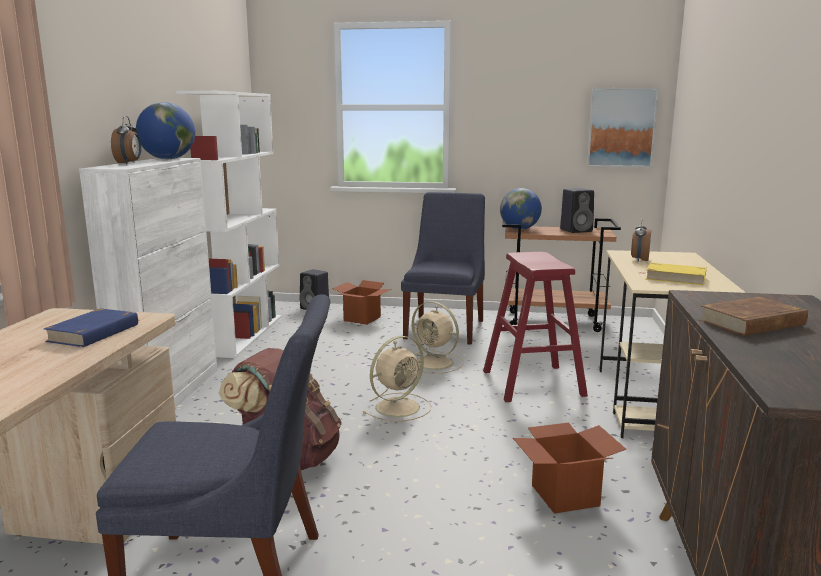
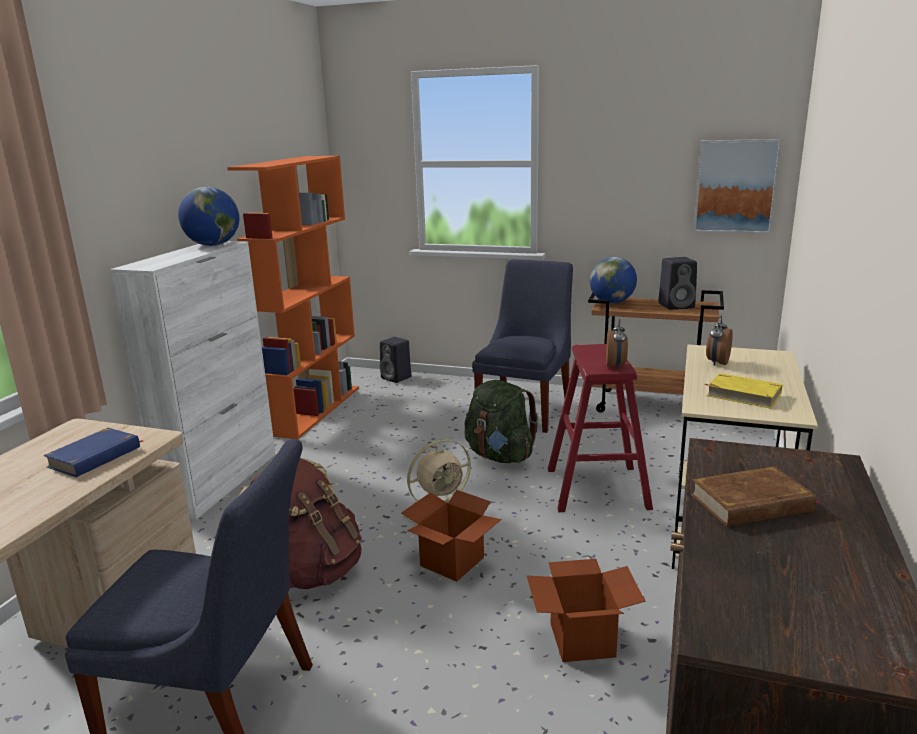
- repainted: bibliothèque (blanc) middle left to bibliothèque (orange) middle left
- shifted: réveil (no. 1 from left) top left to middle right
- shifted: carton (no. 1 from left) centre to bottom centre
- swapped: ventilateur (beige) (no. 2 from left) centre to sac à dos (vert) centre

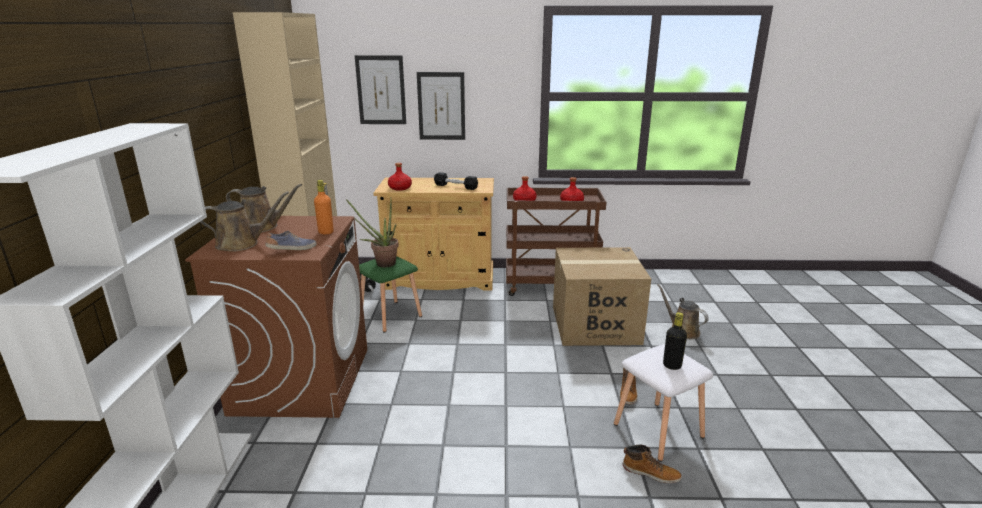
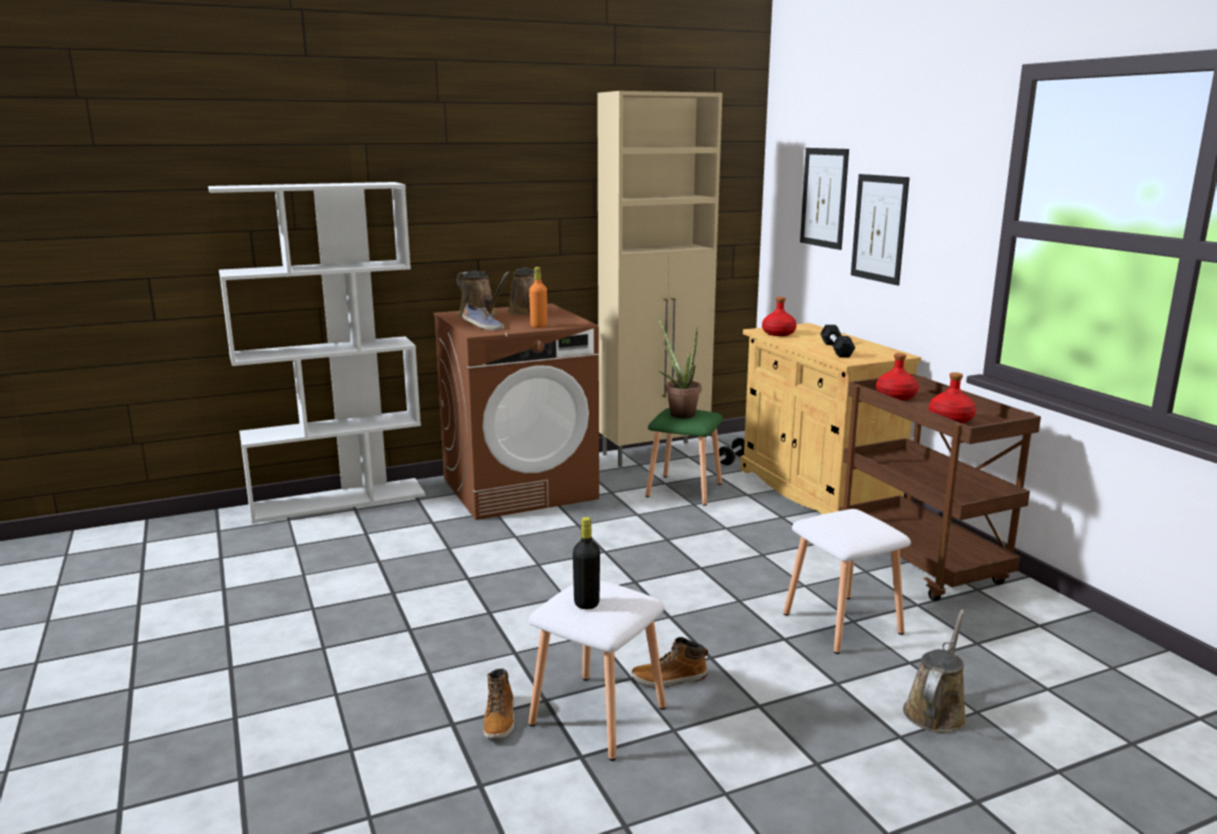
- swapped: carton centre to tabouret (blanc) (no. 2 from left) bottom right

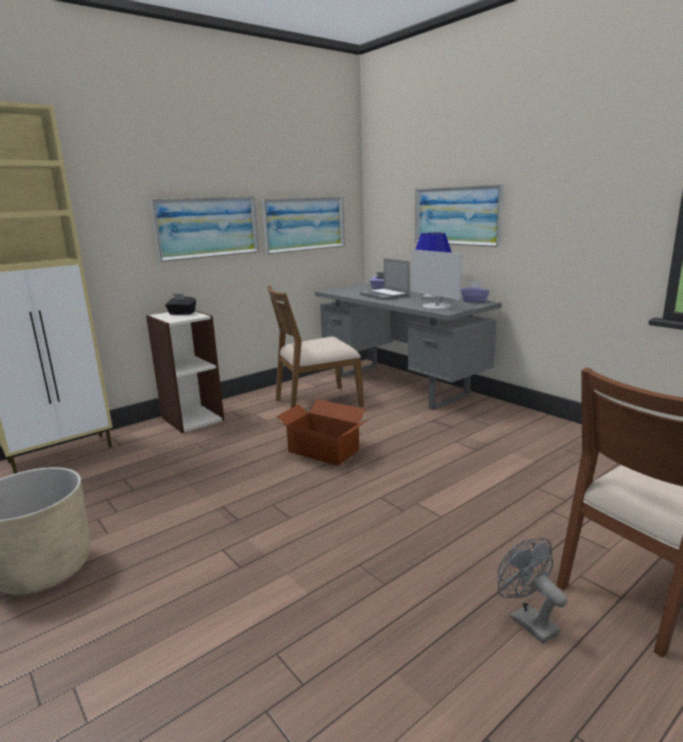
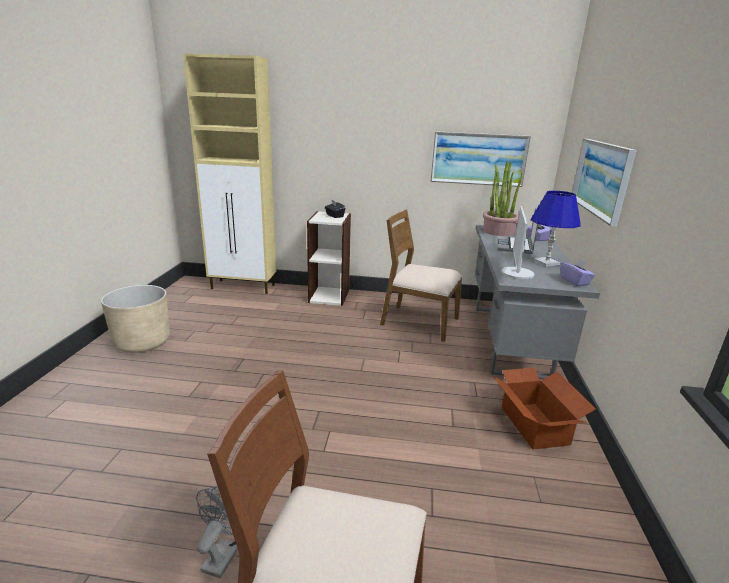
- gone: tableau (no. 1 from left) top left
- shifted: carton centre to bottom right
- new: plante en pot middle right

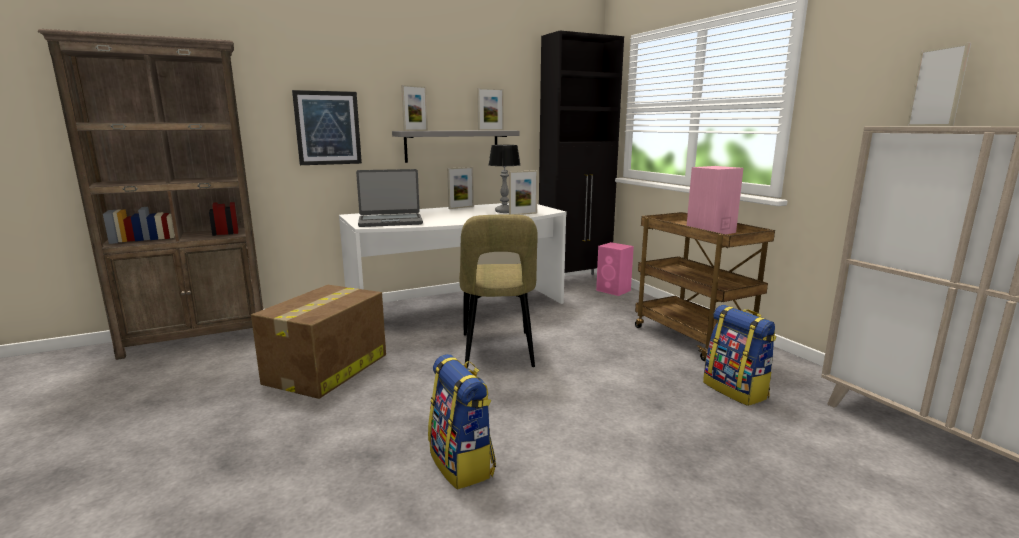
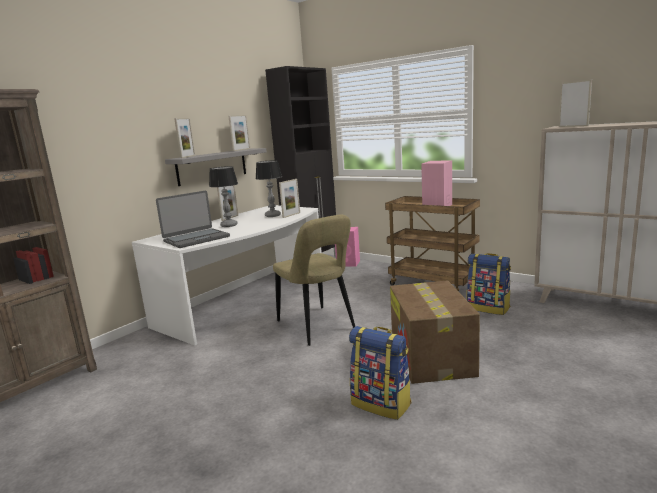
- gone: tableau top left
- shifted: carton middle left to bottom centre
- new: lampe de table (no. 1 from left) centre

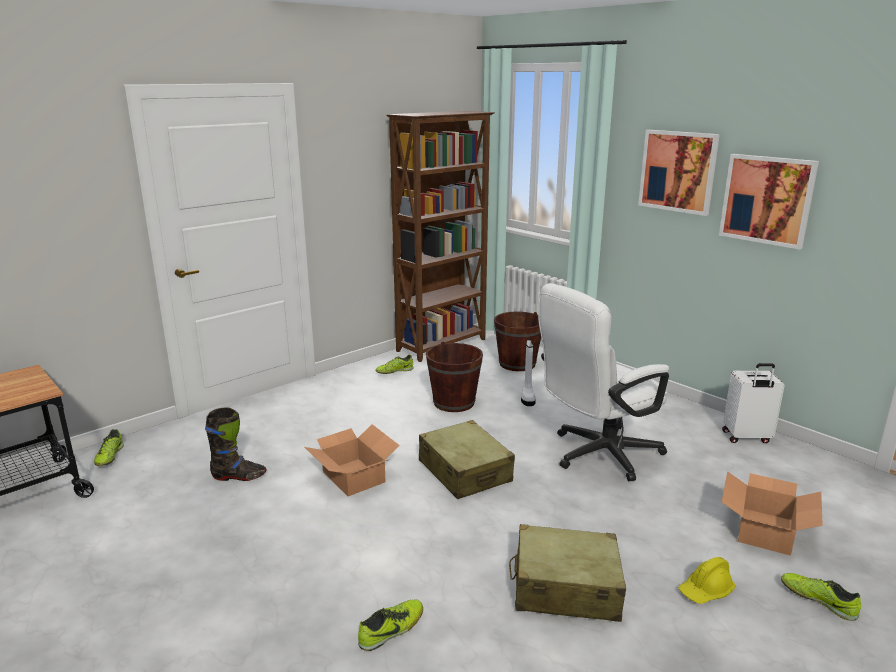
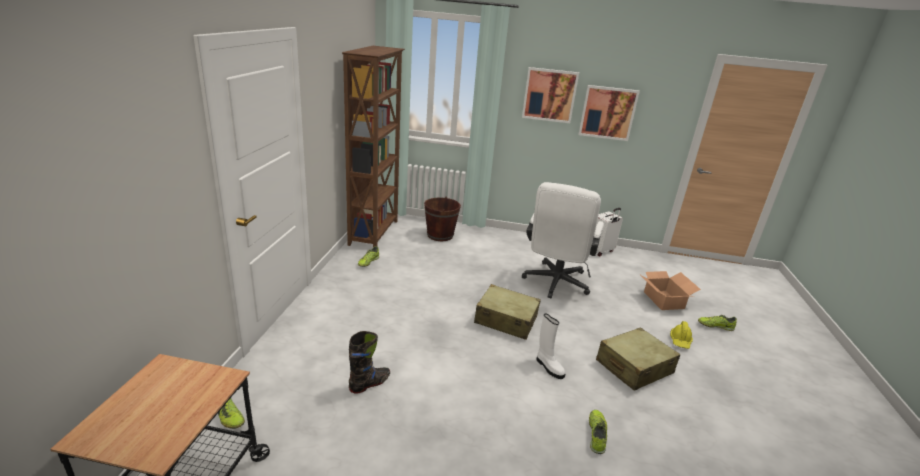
- shifted: botte (blanc) centre to bottom centre
- gone: seau (marron) (no. 1 from left) centre
- gone: carton (no. 1 from left) bottom centre

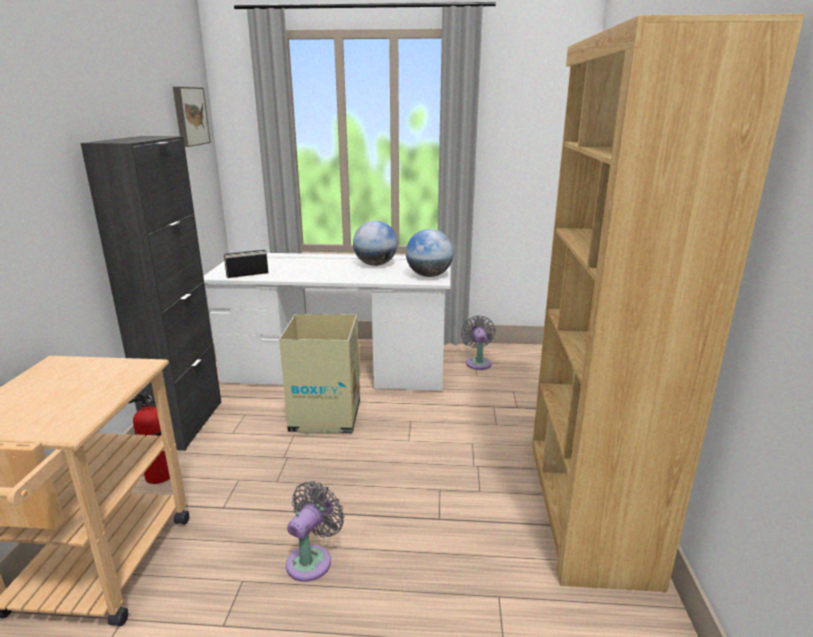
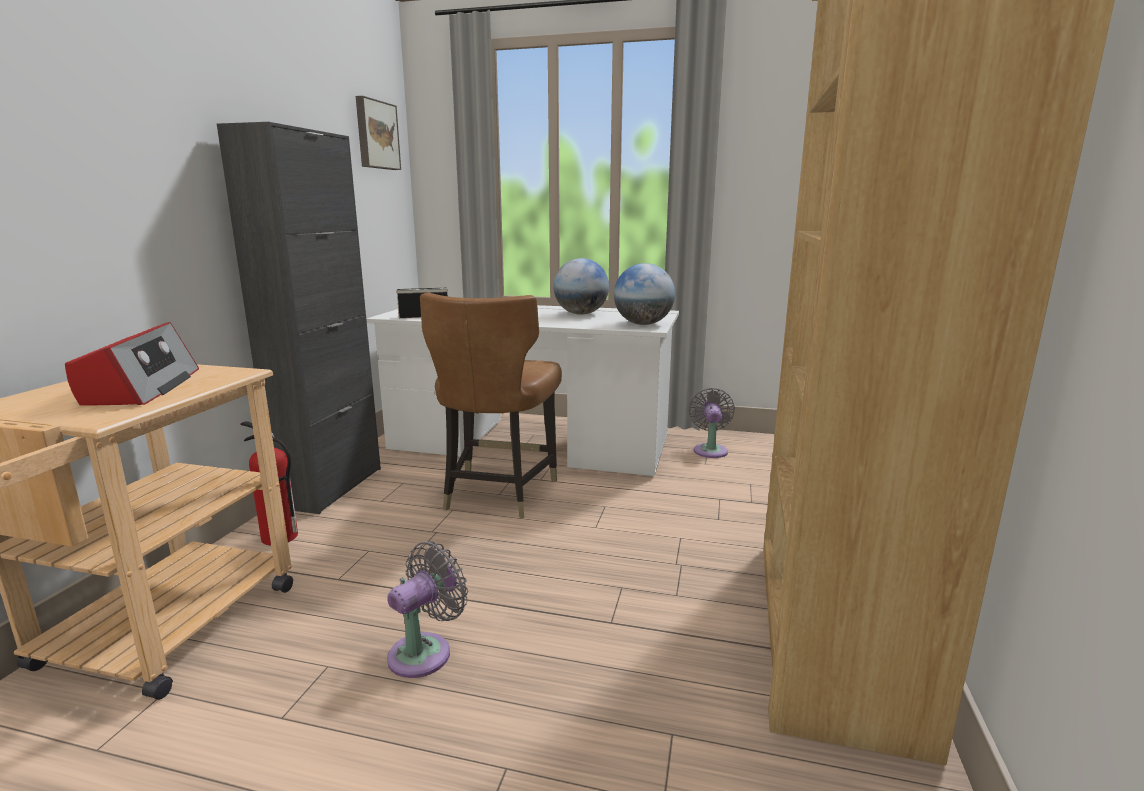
- swapped: carton centre to chaise (marron) centre
- new: radio (no. 1 from left) middle left

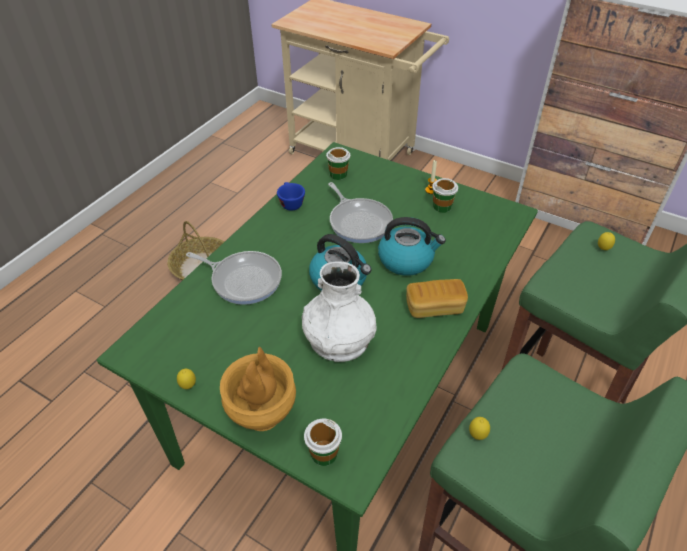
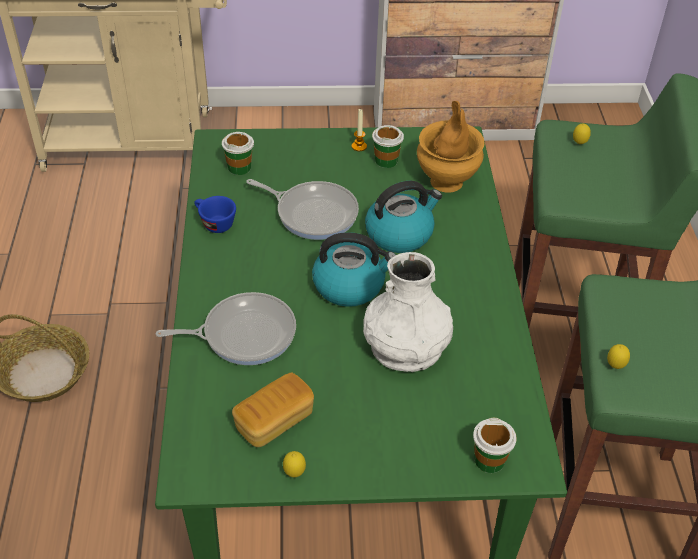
- shifted: pain centre to bottom centre
- shifted: vase (marron) bottom centre to top centre

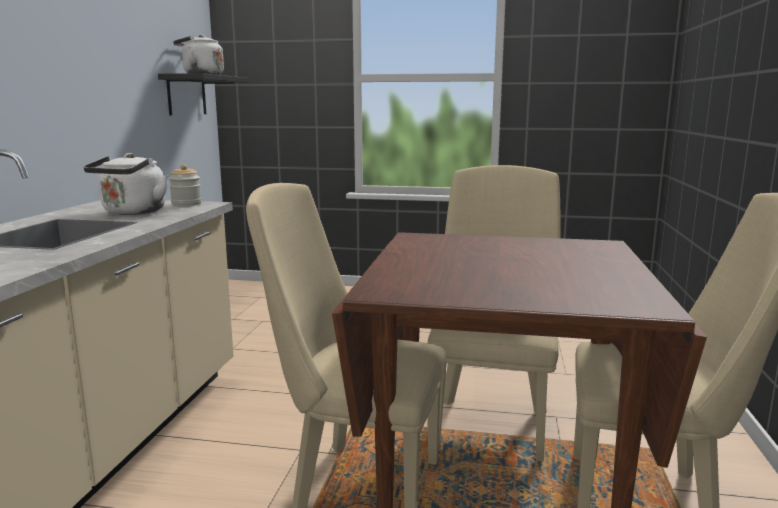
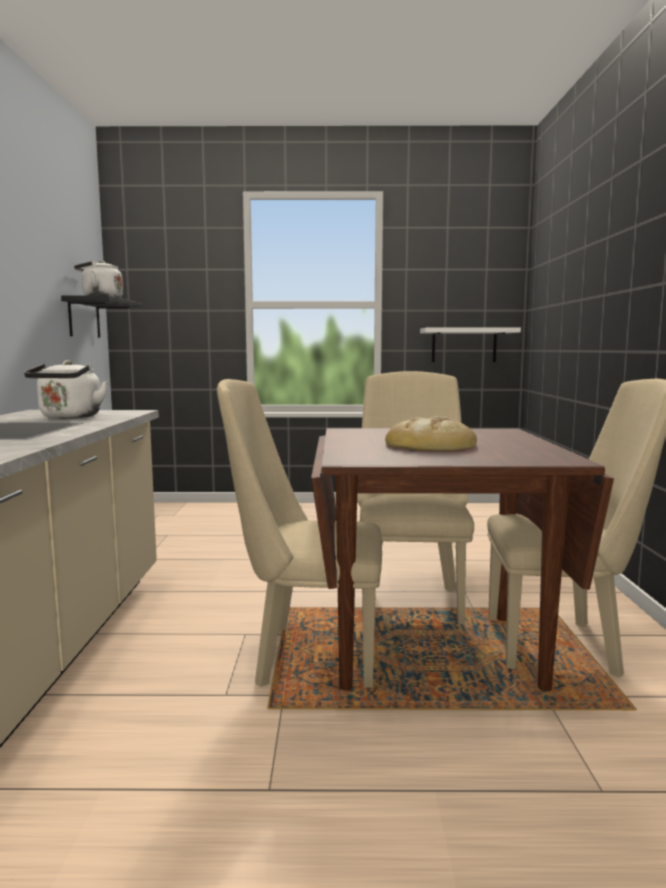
- gone: bocal middle left
- new: étagère (blanc) middle right
- new: pain centre

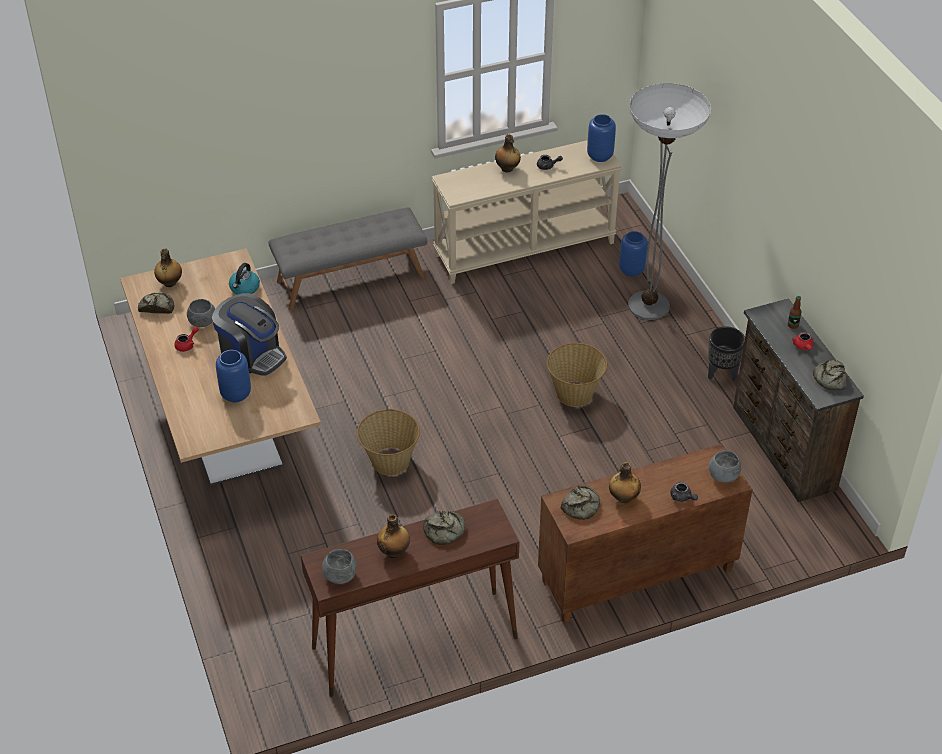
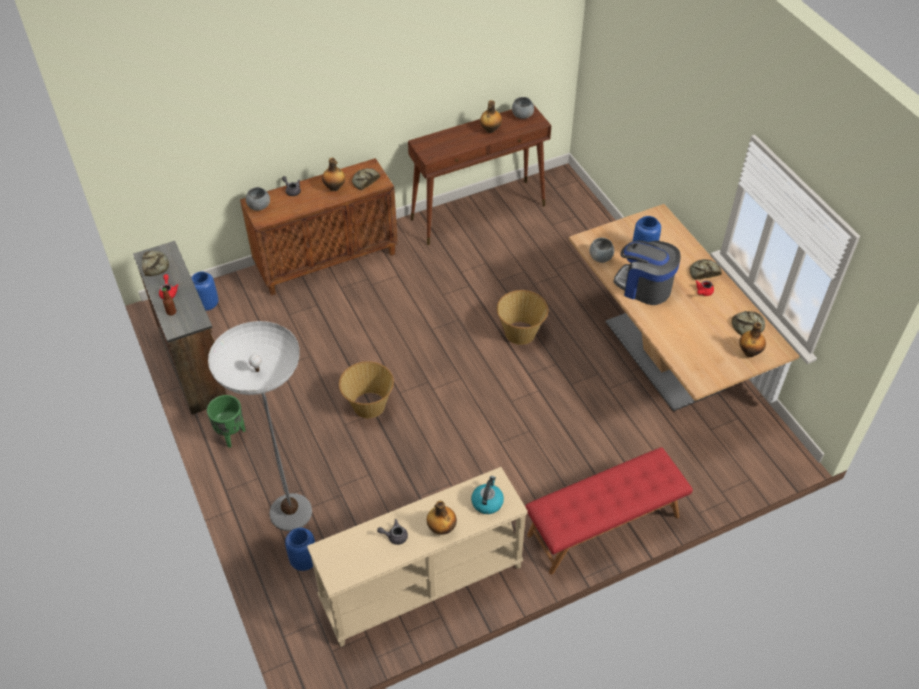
- shifted: vase (bleu) (no. 2 from left in the first image) top centre to vase (bleu) (no. 1 from left) middle left
- repainted: banc (gris) centre to banc (rouge) bottom centre
- shifted: bouilloire middle left to bottom centre
- shifted: bol (gris) (no. 1 from left in the first image) middle left to bol (gris) (no. 3 from left) centre
- repainted: cache-pot (noir) middle right to cache-pot (vert) middle left
- shifted: pain (no. 2 from left in the first image) bottom centre to pain (no. 3 from left) middle right

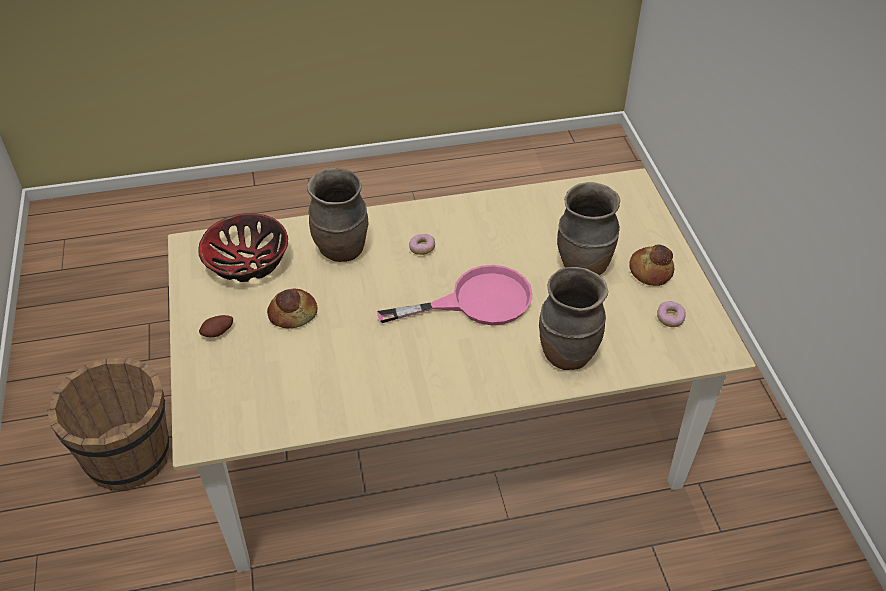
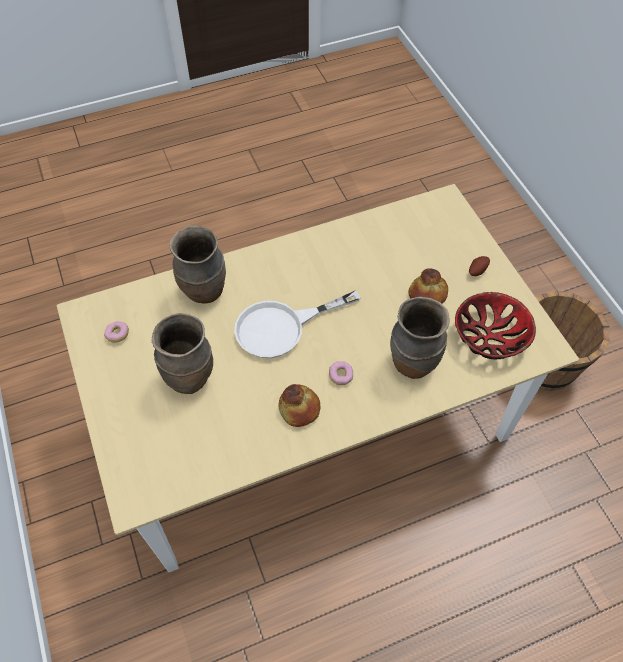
- shifted: pain (no. 2 from left in the first image) middle right to pain (no. 1 from left) centre
- repainted: poêle (rose) centre to poêle (blanc) centre

